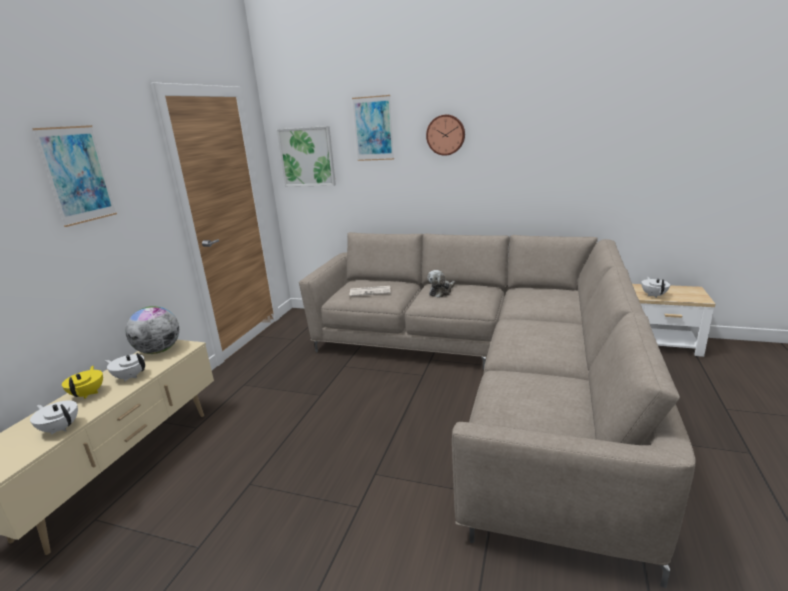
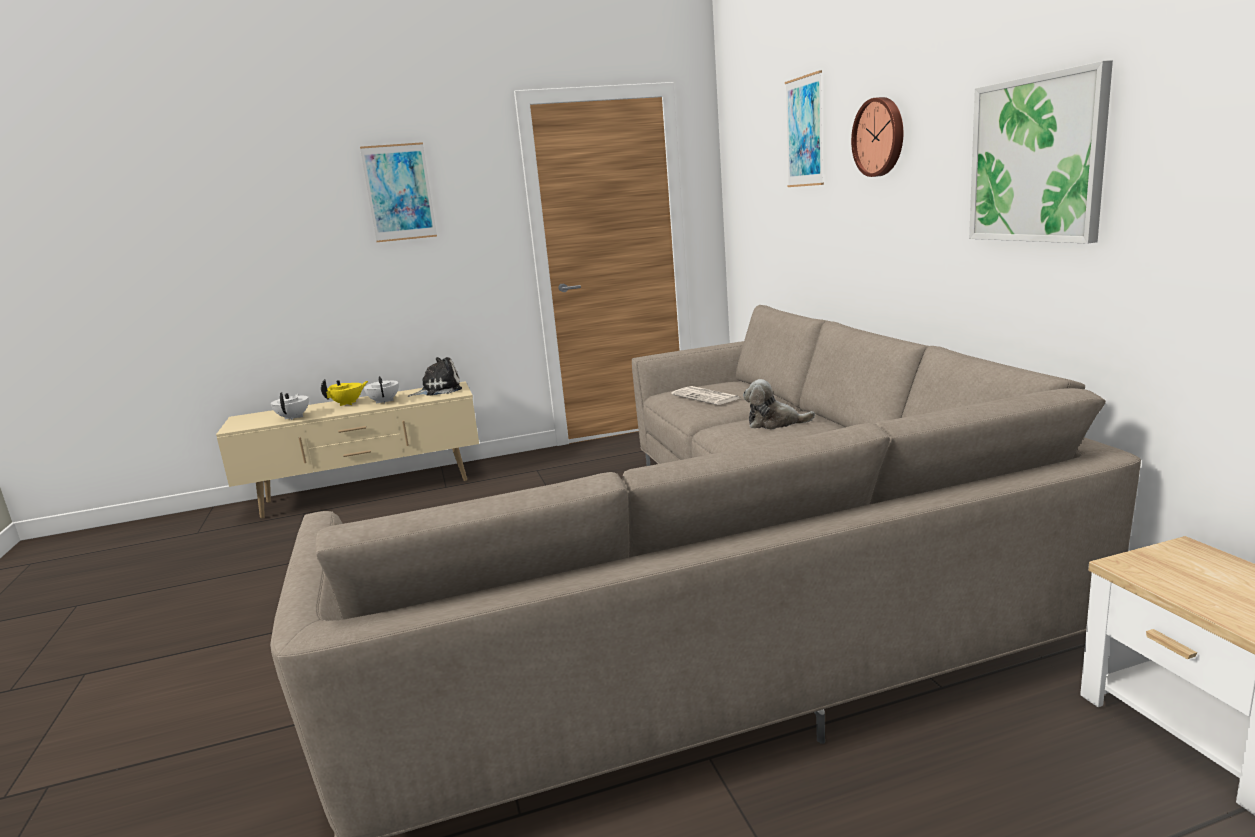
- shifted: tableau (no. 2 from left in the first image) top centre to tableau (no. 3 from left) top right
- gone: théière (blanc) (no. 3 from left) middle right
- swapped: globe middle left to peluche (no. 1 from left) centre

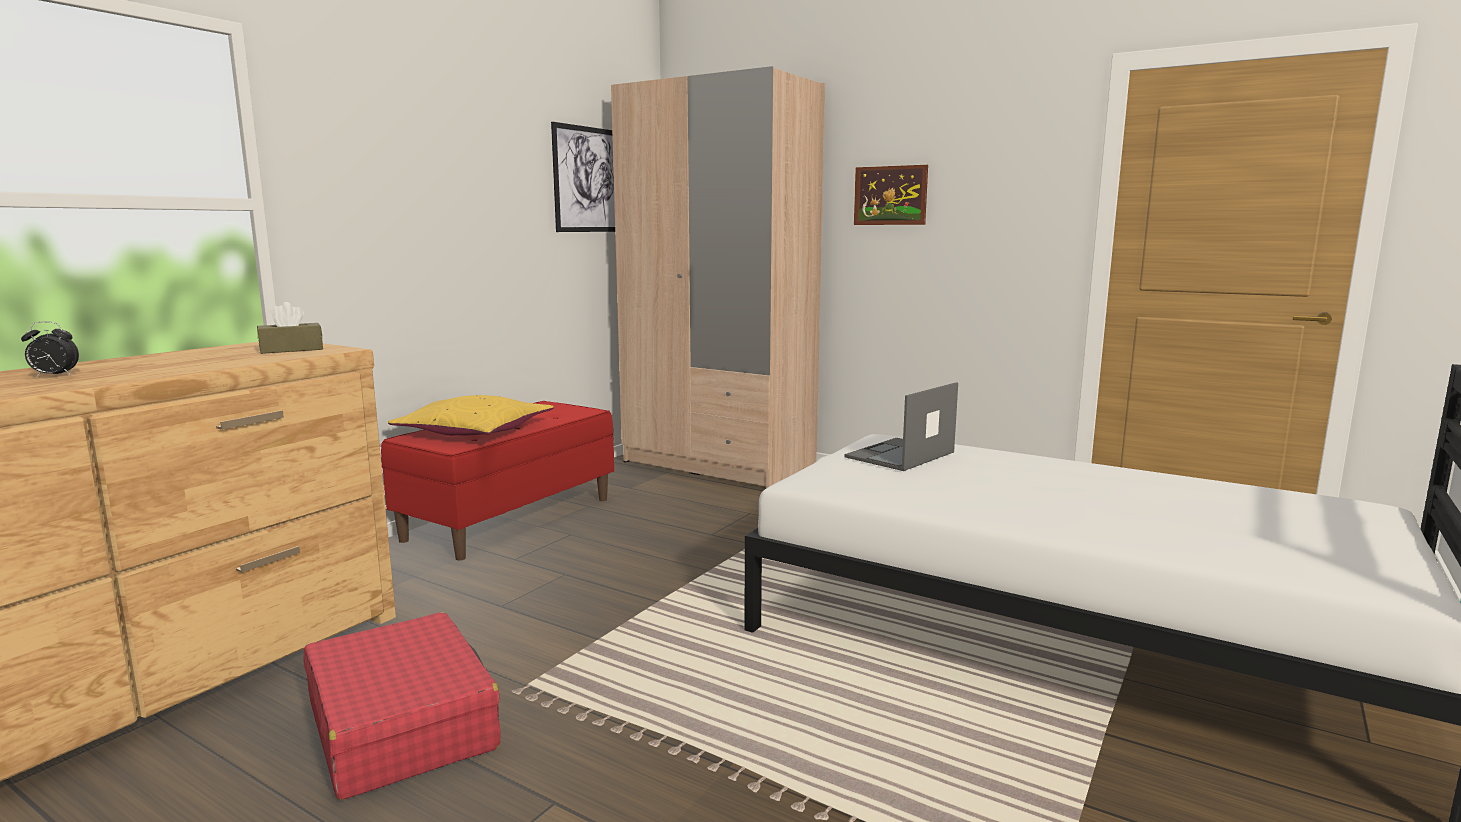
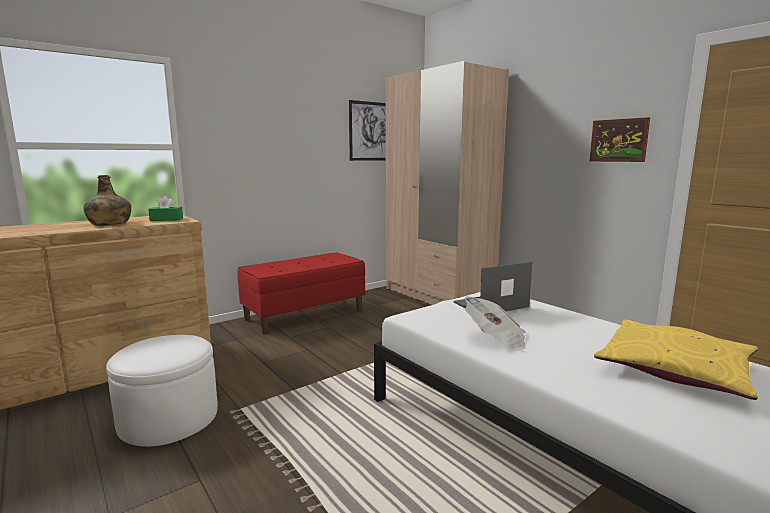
- shifted: tableau (no. 2 from left) top centre to top right
- repainted: boîte à mouchoirs (marron) middle left to boîte à mouchoirs (vert) middle left
- gone: réveil middle left
- shifted: coussin (jaune) middle left to bottom right
- swapped: valise (rouge) bottom left to pouf (blanc) bottom left
- new: bouteille (vert) middle left
- new: journal centre

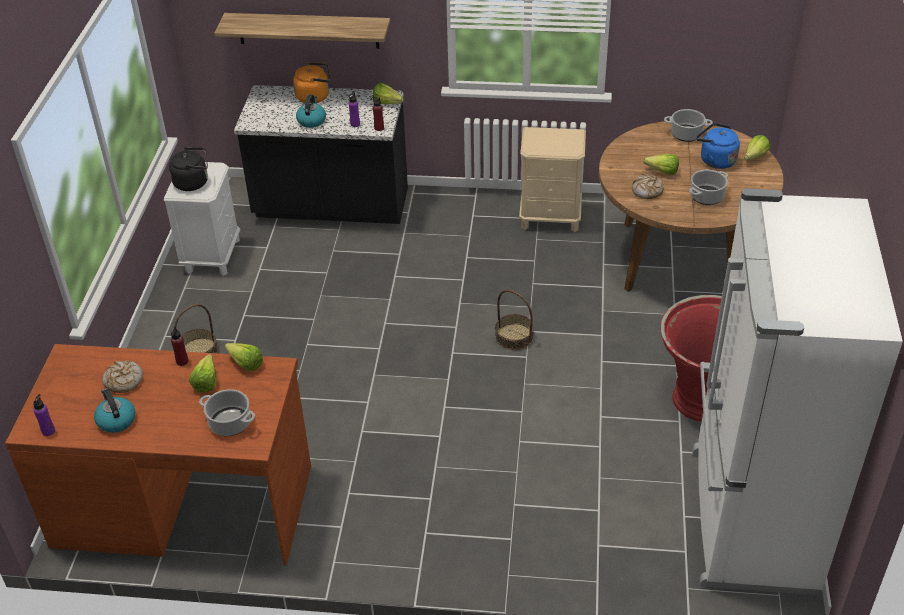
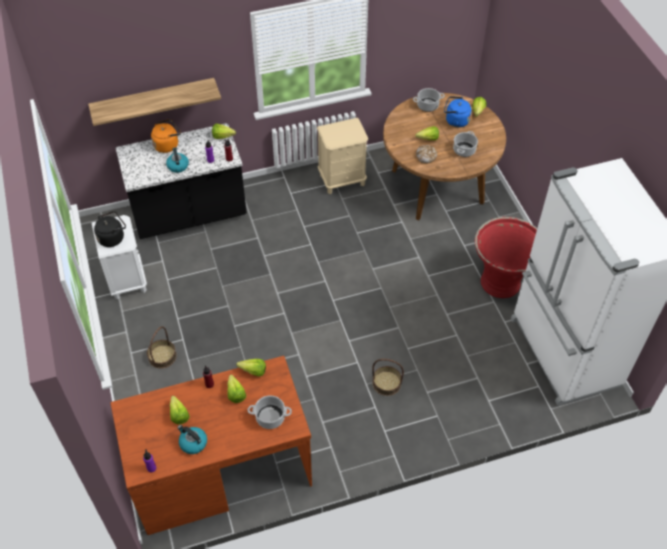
- shifted: panier (no. 2 from left) centre to bottom centre
- swapped: pain (no. 1 from left) middle left to laitue (no. 1 from left) bottom left

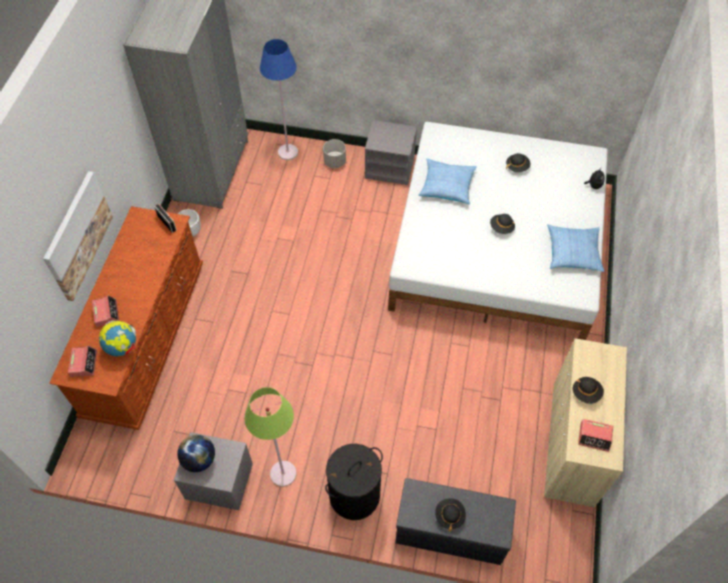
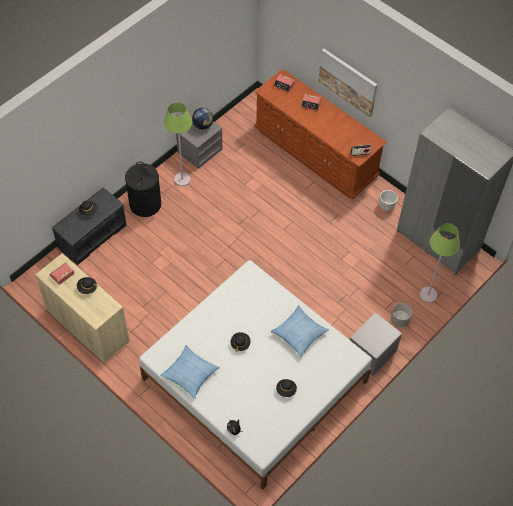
- repainted: lampadaire (bleu) top centre to lampadaire (vert) (no. 2 from left) middle right
- gone: globe (no. 1 from left) middle left

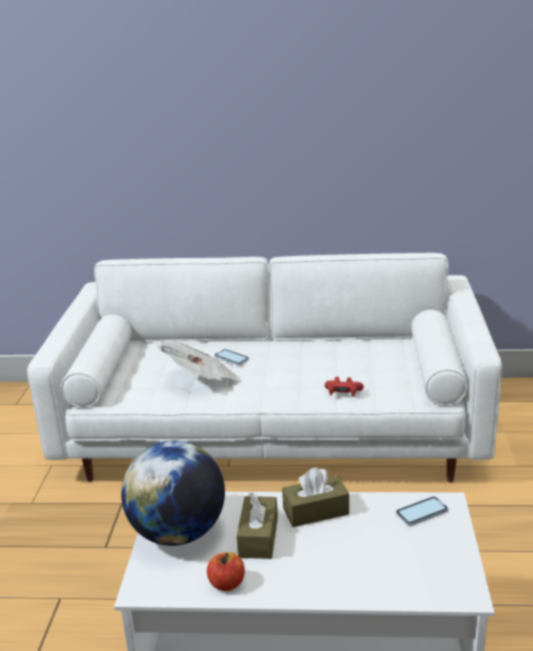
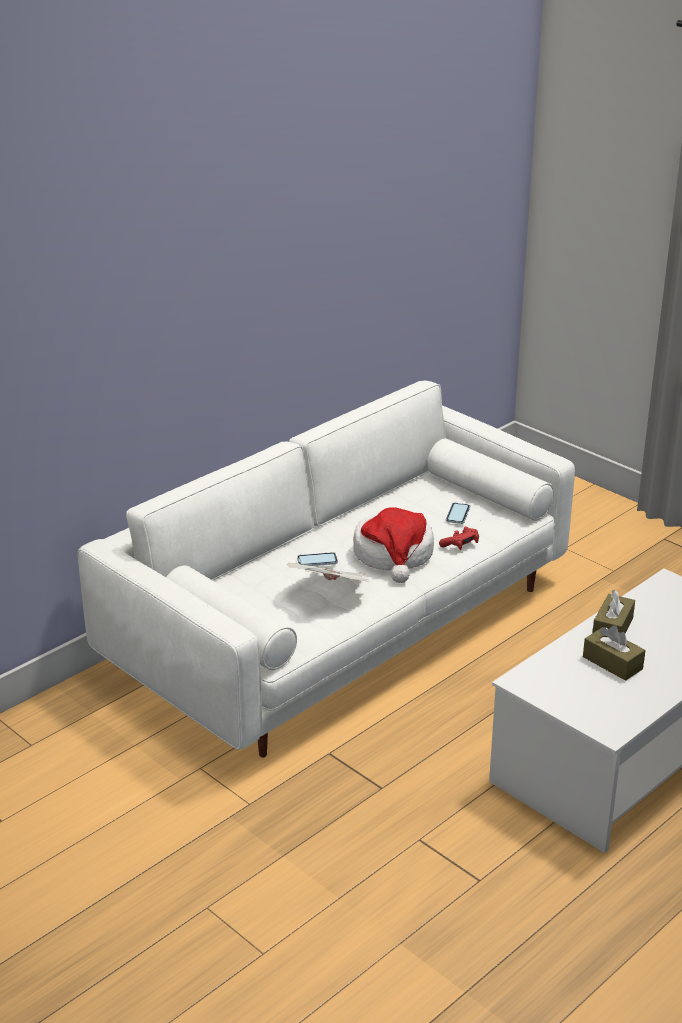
- gone: globe bottom left
- shifted: téléphone (no. 2 from left) bottom right to middle right
- gone: pomme bottom centre
- new: chapeau centre

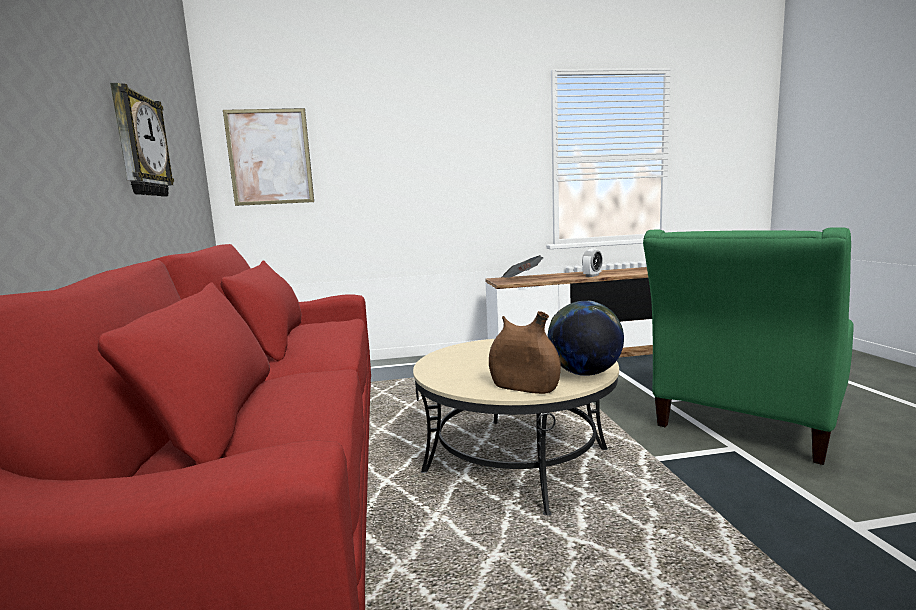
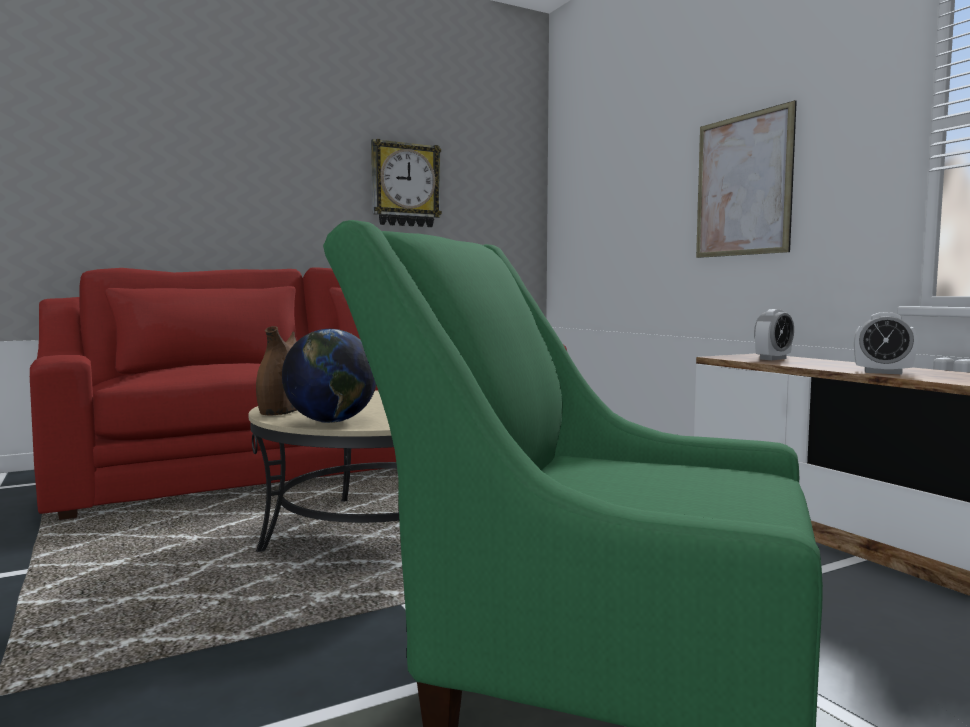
- shifted: tableau top left to top right
- swapped: journal centre to réveil (no. 1 from left) middle right

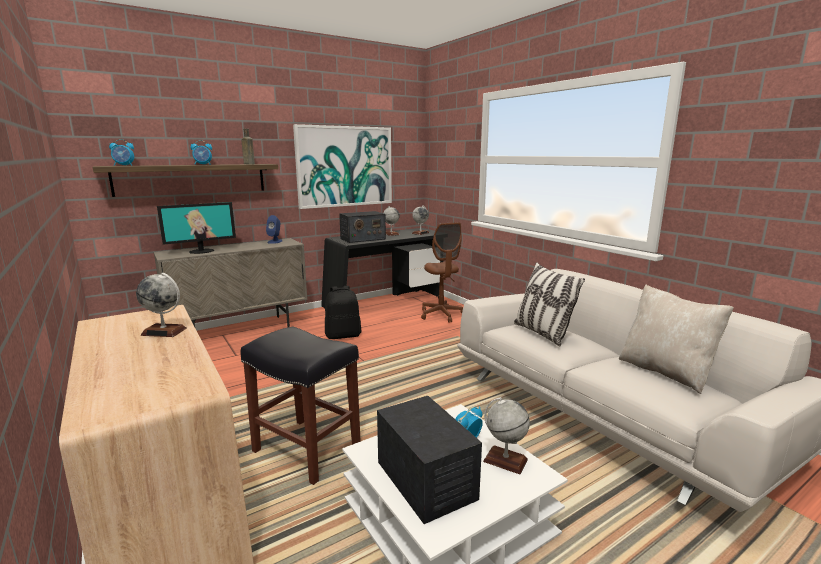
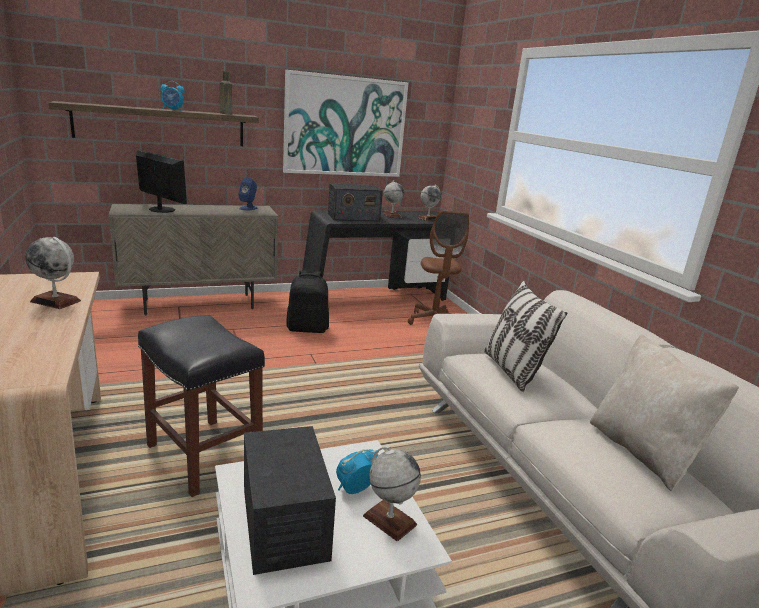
- gone: réveil (no. 1 from left) top left
- rotated: écran d'ordinateur middle left = top left 120 degrees counterclockwise

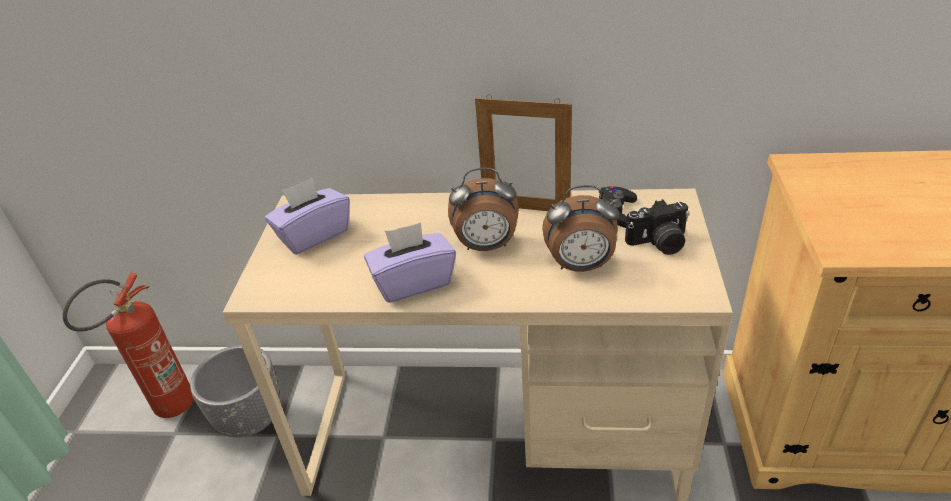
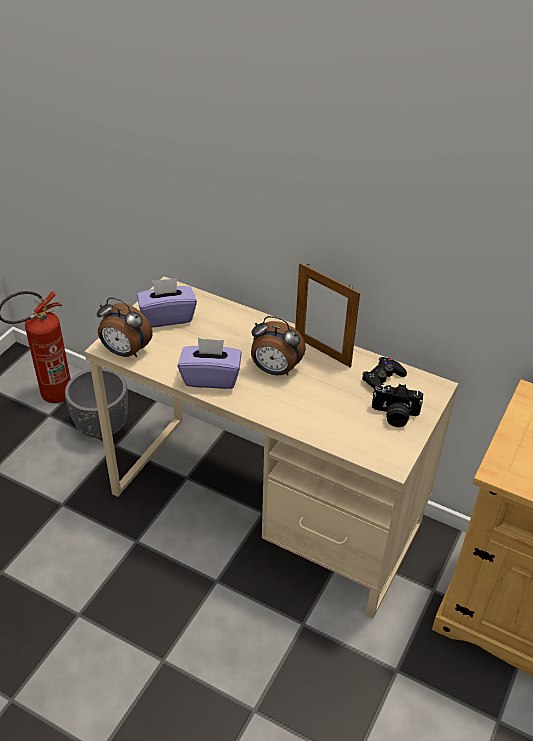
- shifted: réveil (no. 2 from left in the first image) centre to réveil (no. 1 from left) middle left

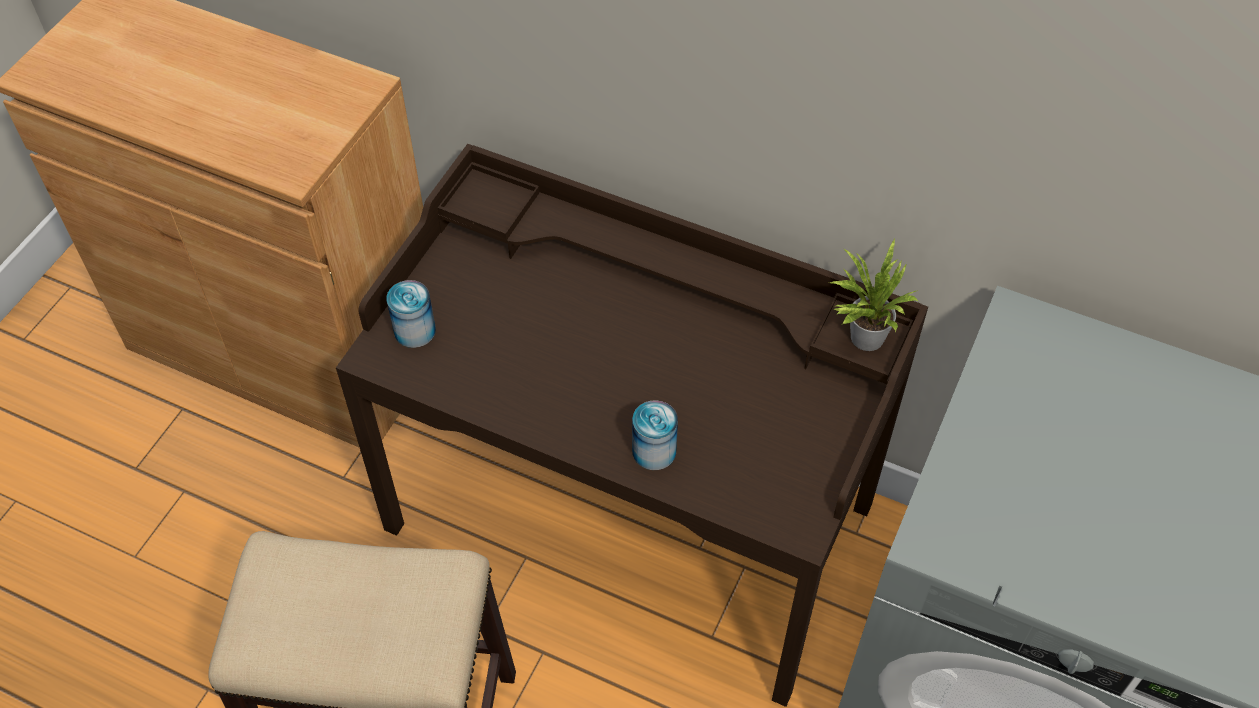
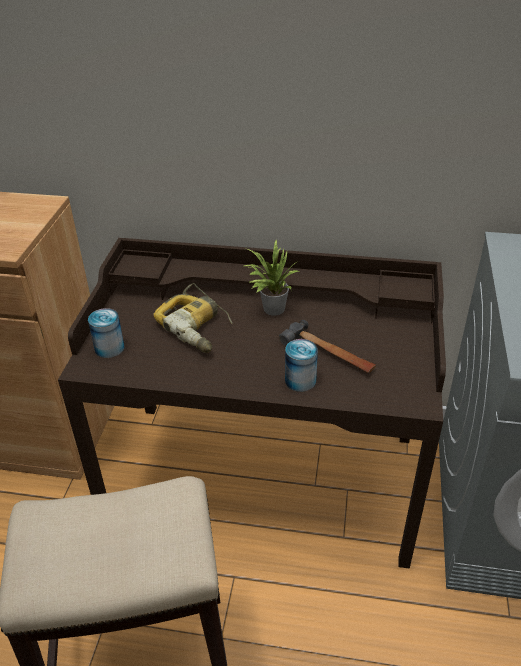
- shifted: plante en pot middle right to centre
- new: perceuse centre
- new: marteau centre

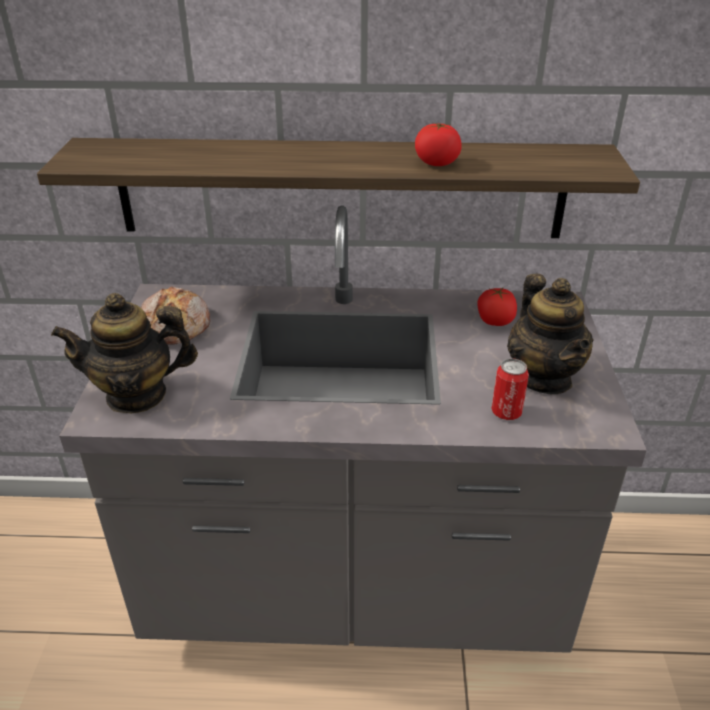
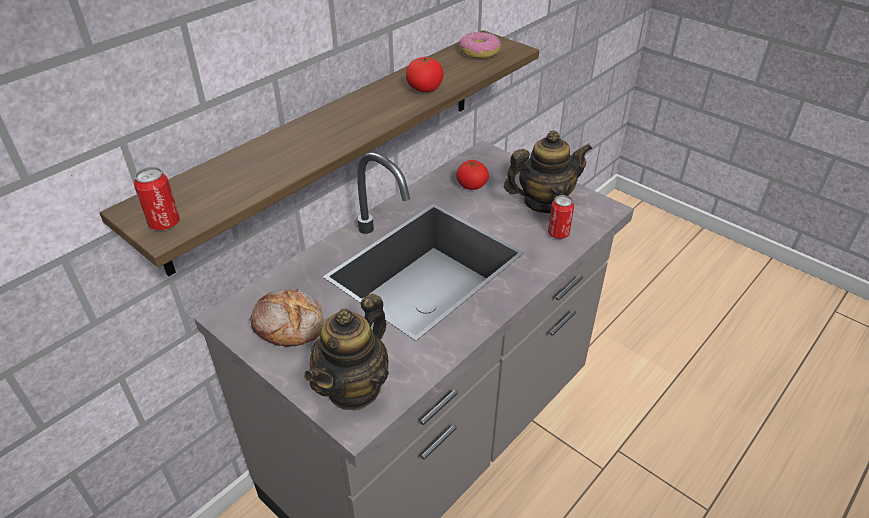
- rotated: théière (no. 2 from left) middle right = top centre 45 degrees counterclockwise
- new: beignet top centre
- new: boîte métallique (no. 1 from left) middle left

